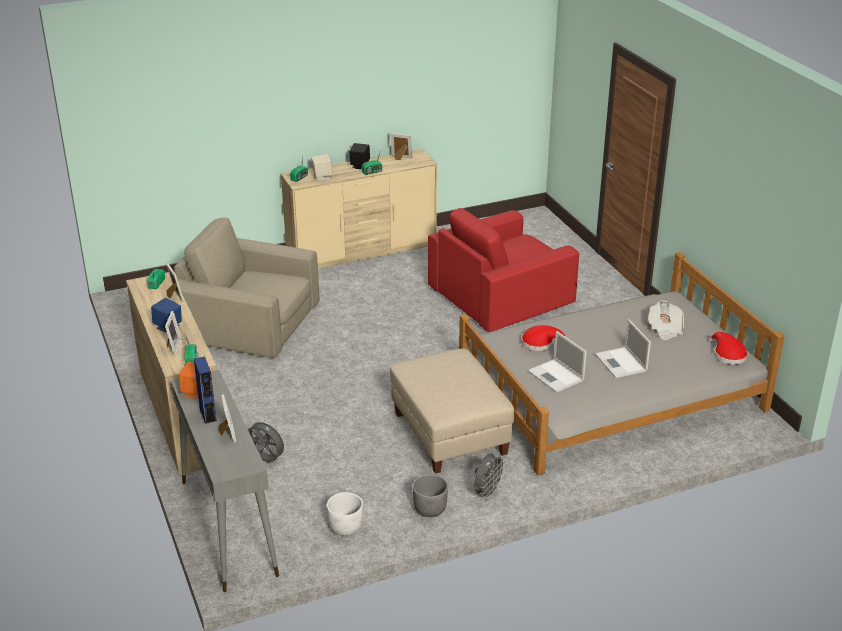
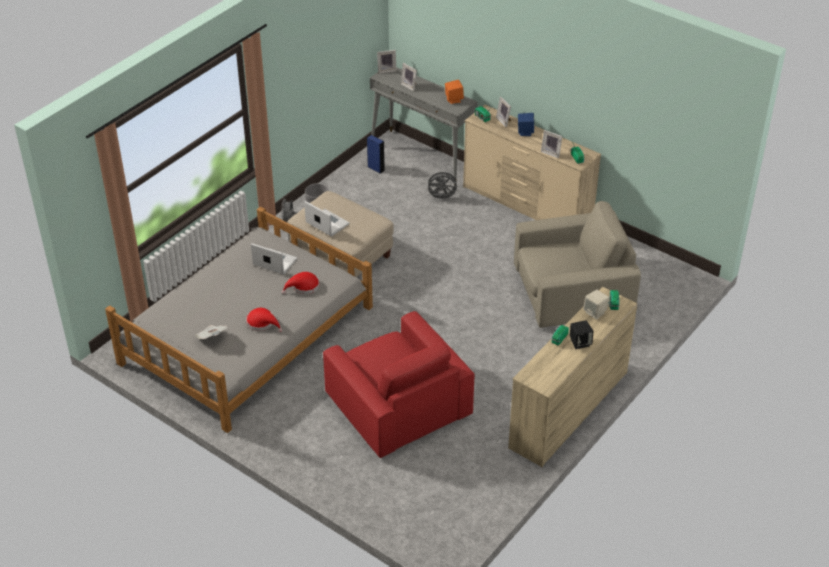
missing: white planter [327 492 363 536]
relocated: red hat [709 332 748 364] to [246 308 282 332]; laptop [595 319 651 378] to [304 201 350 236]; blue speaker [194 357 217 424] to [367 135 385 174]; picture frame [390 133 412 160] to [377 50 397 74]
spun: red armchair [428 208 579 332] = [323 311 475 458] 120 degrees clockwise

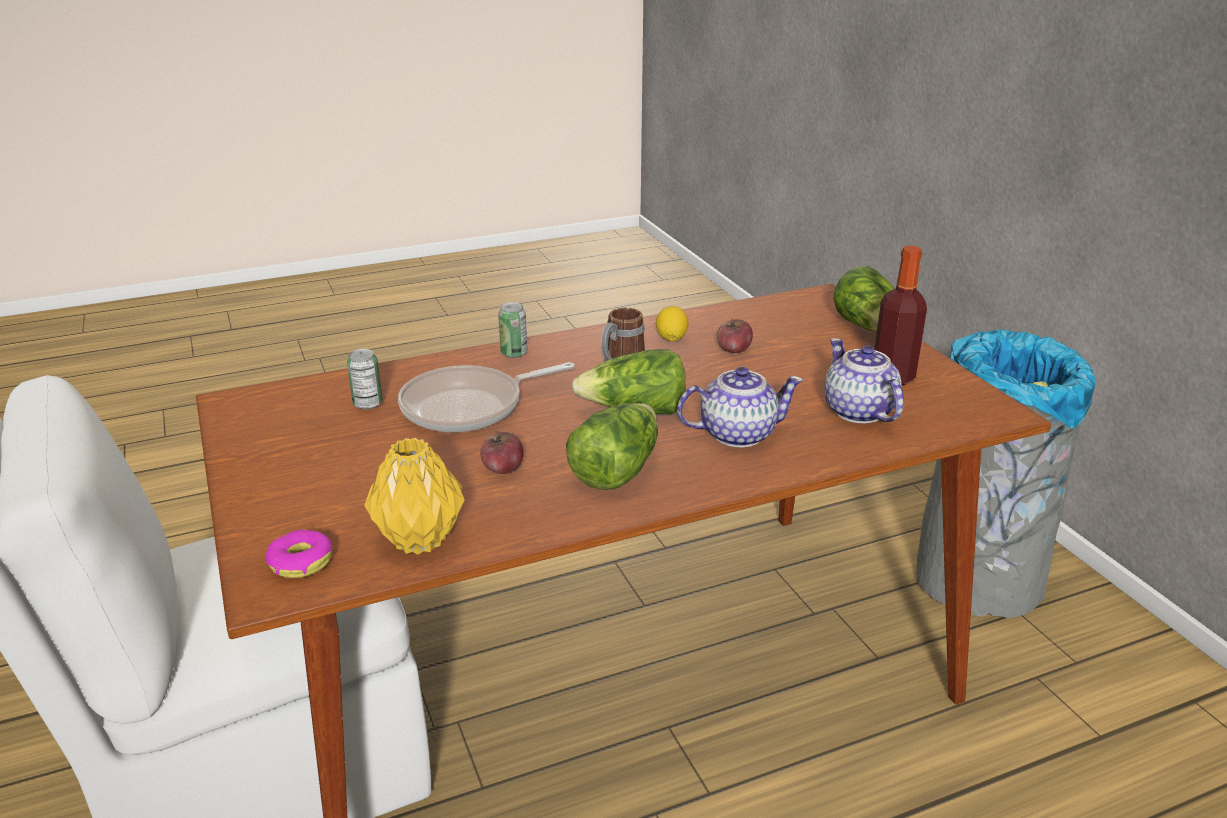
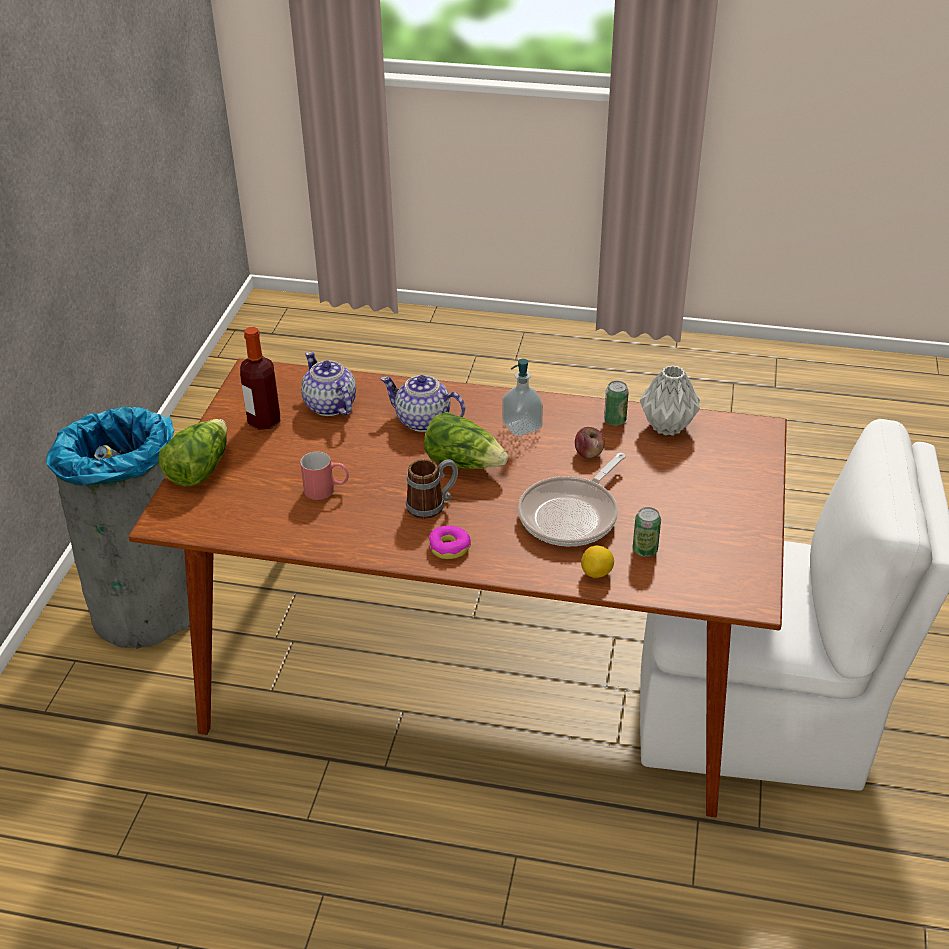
relocated: donut [266 530 332 578] to [428 526 471 559]; lemon [656 306 689 342] to [581 545 614 578]; can [498 302 527 358] to [604 381 629 426]
exchanged: apple [717 318 753 353] to red mug [300 451 349 500]; lettuce [566 403 658 490] to soap dispenser [502 359 543 437]
colour: yellow vase [364 438 465 555] to grey vase [640 365 700 436]
spun: teapot [824 338 904 423] = [301 351 356 416] 135 degrees clockwise; frying pan [398 362 574 432] = [518 453 626 546] 120 degrees clockwise

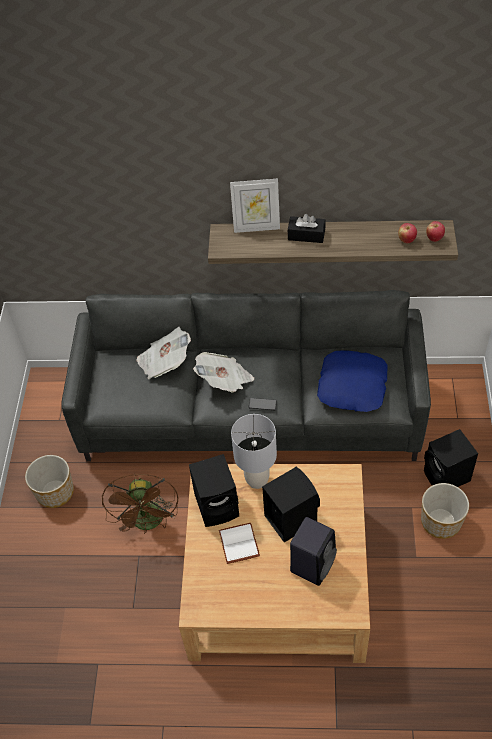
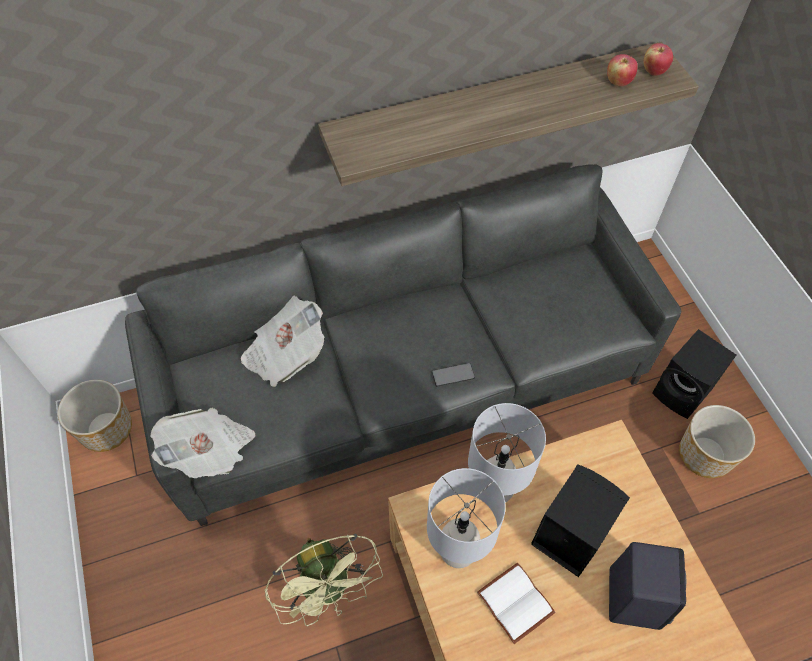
missing: picture frame [230 178 280 233]; black tissue box [288 214 326 243]; blue pillow [317 351 388 412]
relocated: planter [25 455 74 508] to [58 380 132 452]; newspaper [193 352 254 393] to [150 408 255 478]
exchanged: black speaker [189 454 239 527] to grey table lamp [427 468 506 568]
colour: brown fan [102 474 178 534] to green fan [265 534 383 626]

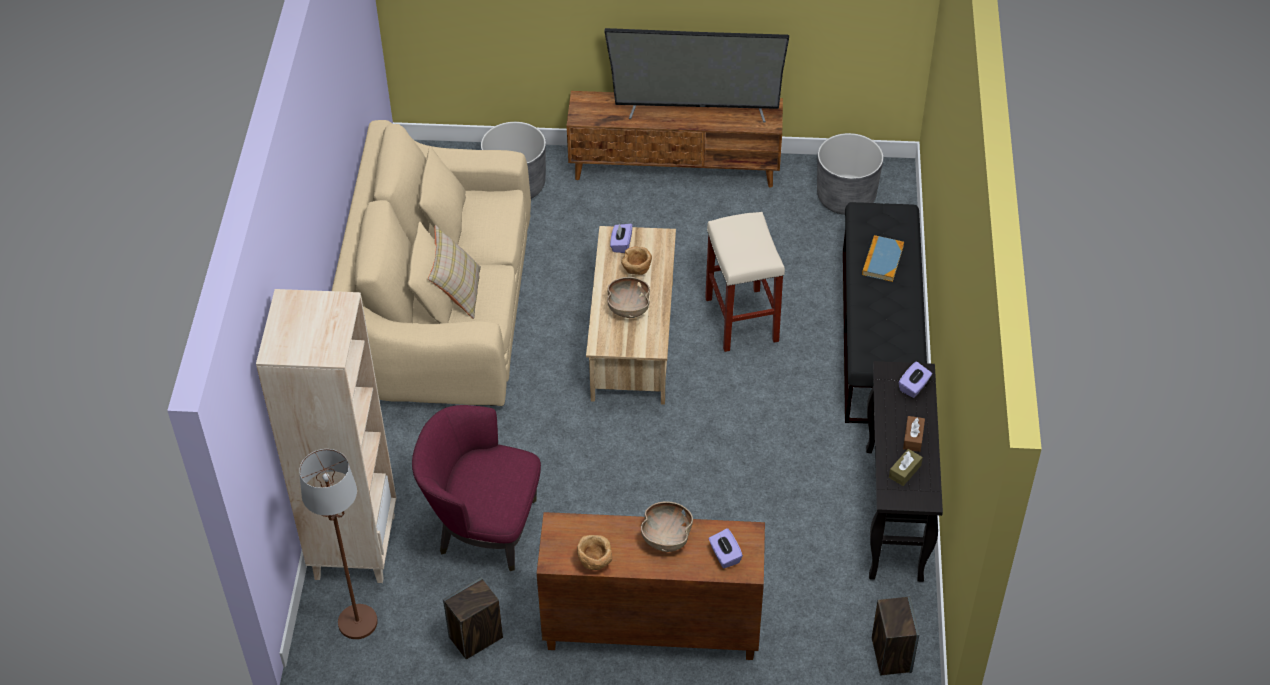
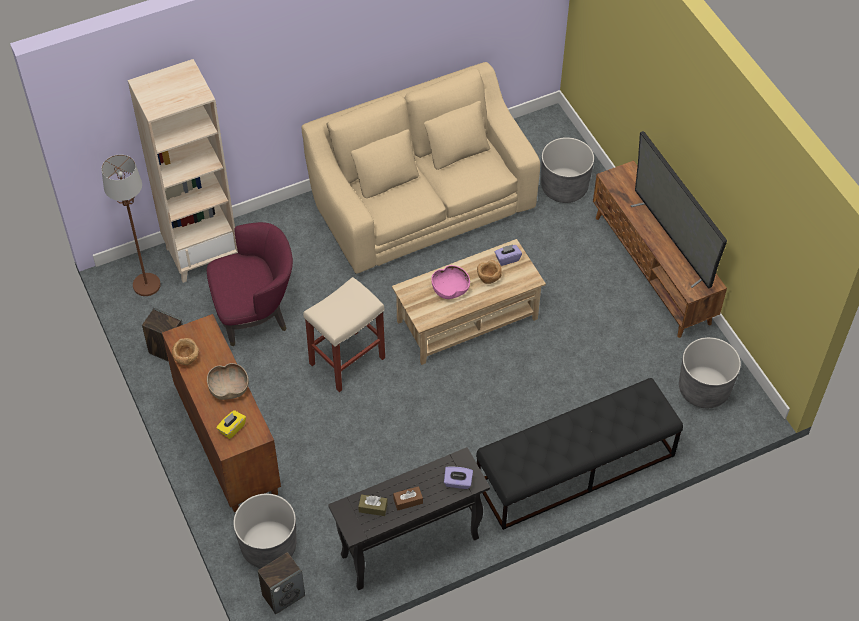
missing: beige pillow [428 225 481 319]; book [862 235 904 282]
appeared: grey planter [233 494 297 568]
relocated: beige stool [705 212 785 352] to [303 277 385 392]
colour: purple tissue box [709 528 743 568] to yellow tissue box [216 410 246 439]; brown bowl [607 277 650 318] to pink bowl [431 265 470 299]
spun: purple armchair [412 405 541 571] = [207 222 293 346] 90 degrees clockwise

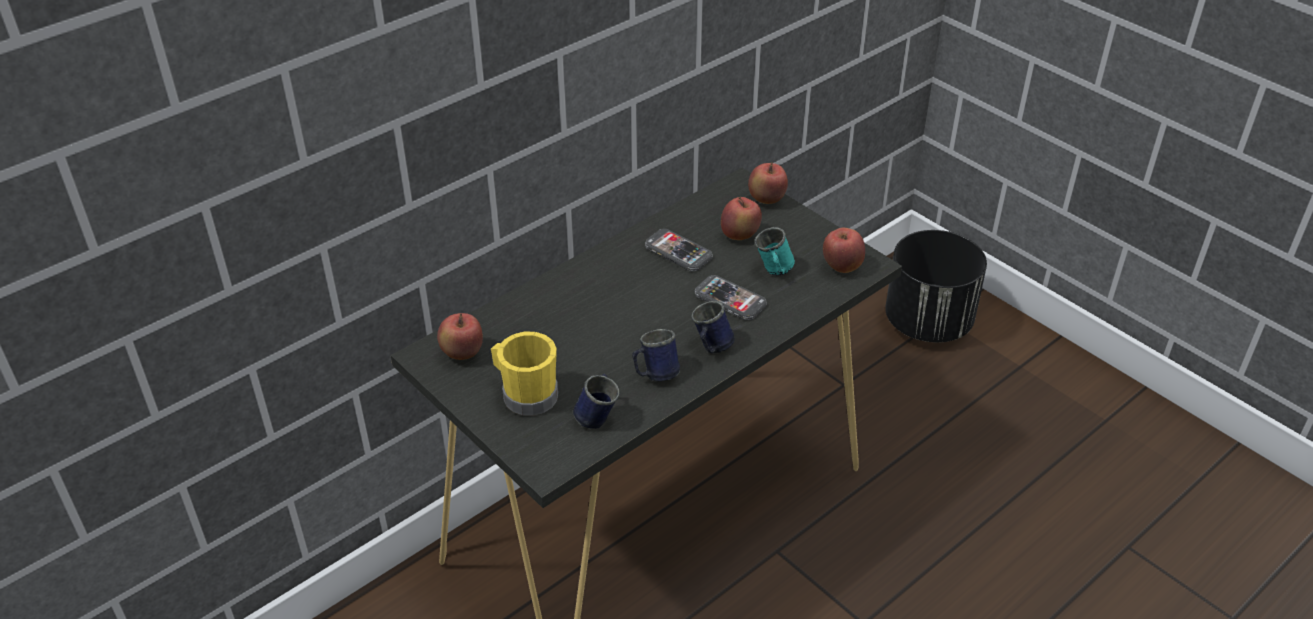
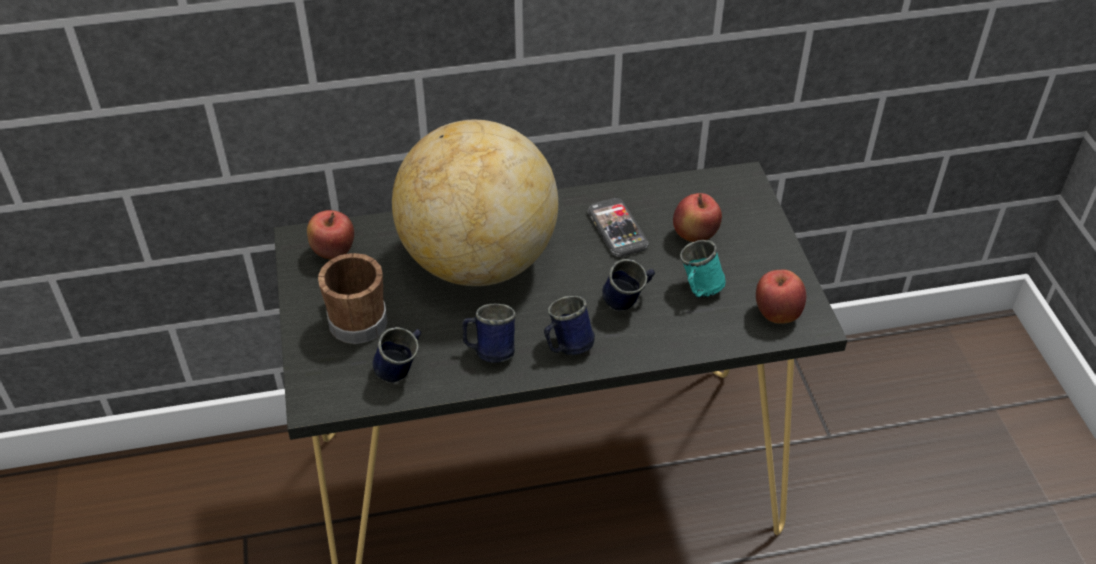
missing: apple [748 163 788 204]; black planter [885 230 987 342]
appeared: globe [392 120 558 286]
exchanged: phone [695 275 767 320] to blue mug [602 259 655 310]
colour: yellow mug [491 332 558 416] to brown mug [318 253 388 344]

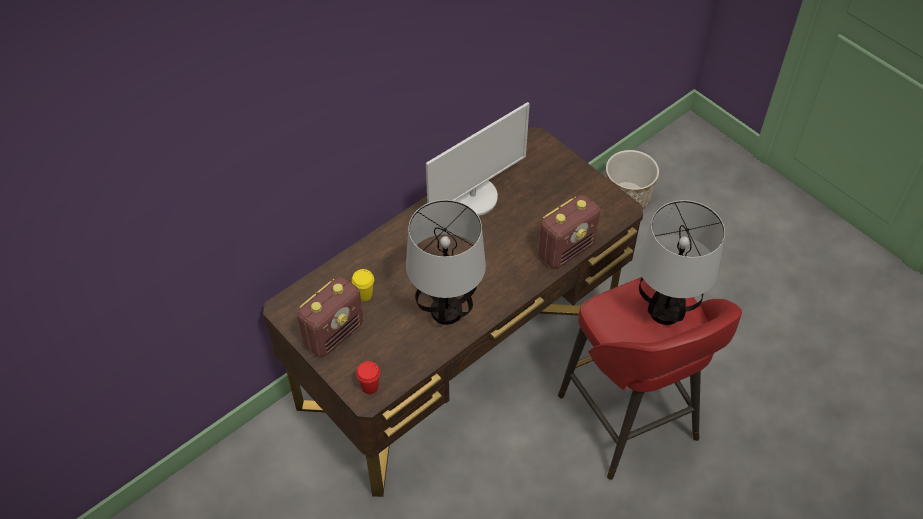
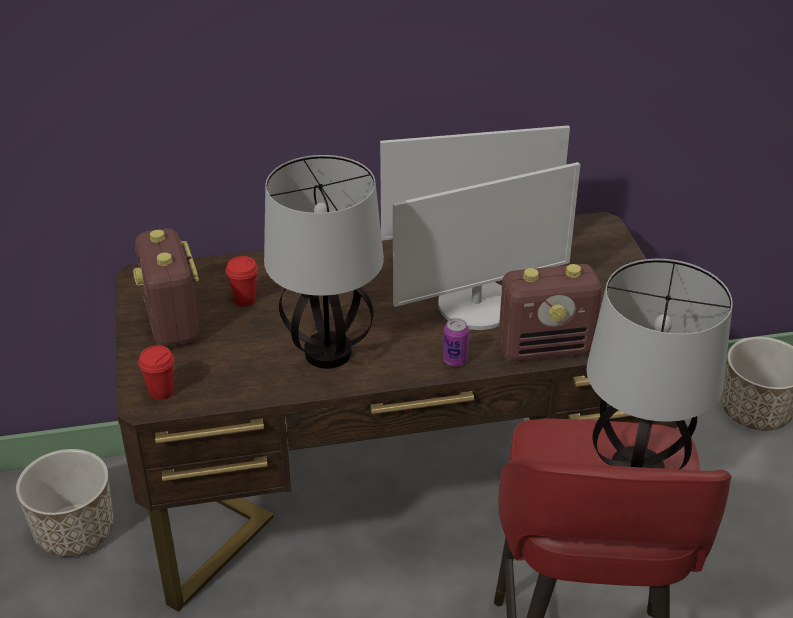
appeared: planter [16 449 114 556]; monitor [393 162 580 330]; can [443 318 469 367]
colour: yellow cup [352 269 374 301] to red cup [226 256 258 306]
spun: radio [297 277 363 357] = [133 228 199 347] 90 degrees clockwise

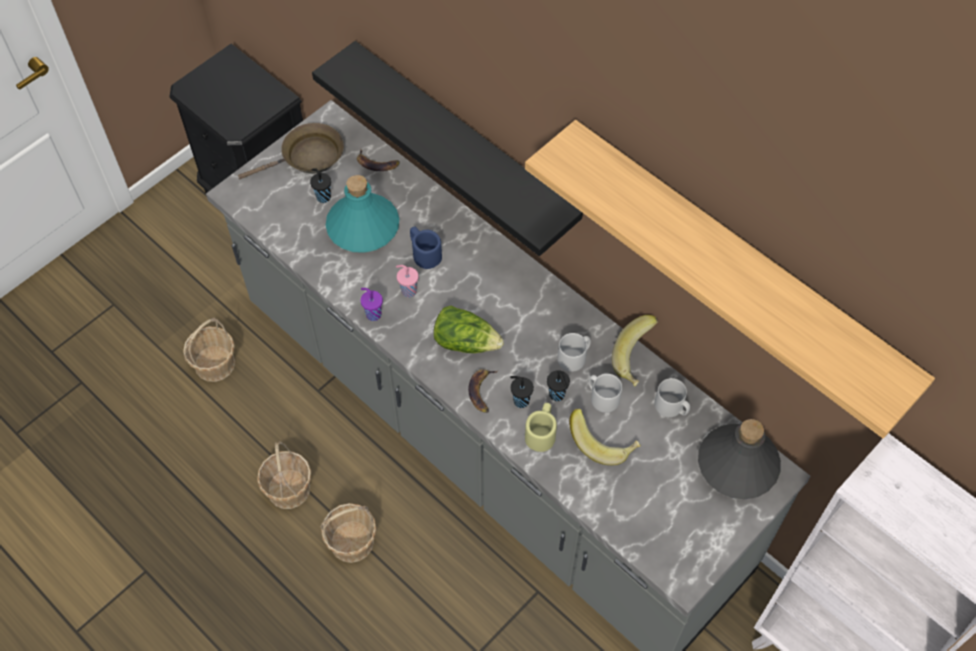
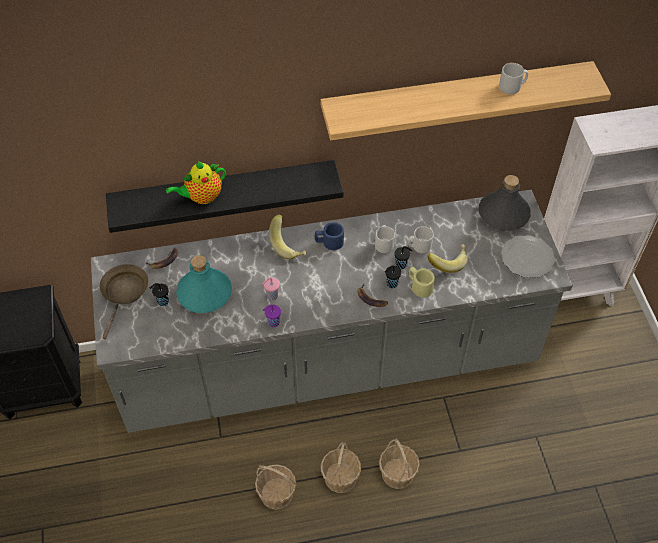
missing: lettuce [434 306 504 353]
appeared: teapot [166 162 226 204]; plate [501 235 555 278]
relocated: banana [612 315 658 386] to [269 214 306 259]; blue mug [410 227 442 269] to [315 222 344 250]; basket [183 318 235 382] to [379 438 420 489]; grey mug [655 378 690 417] to [499 63 528 94]

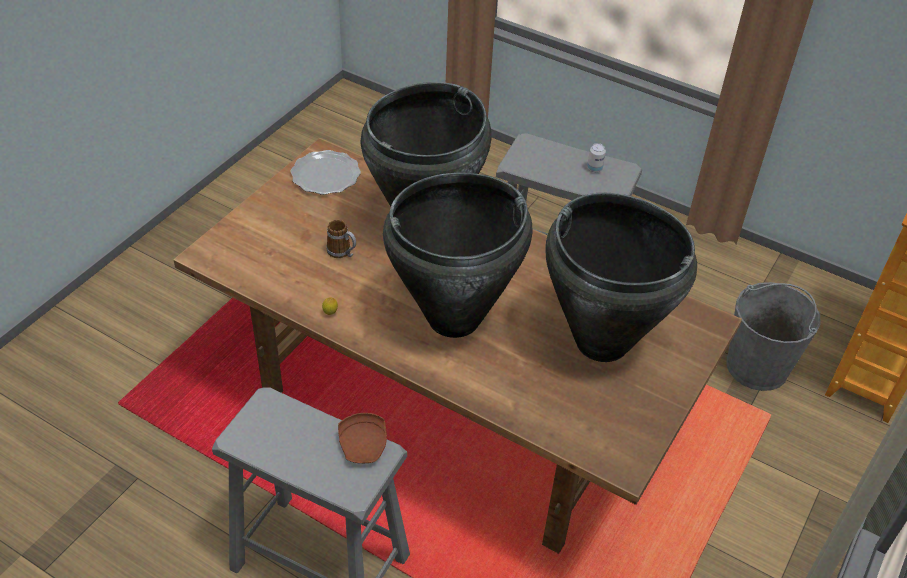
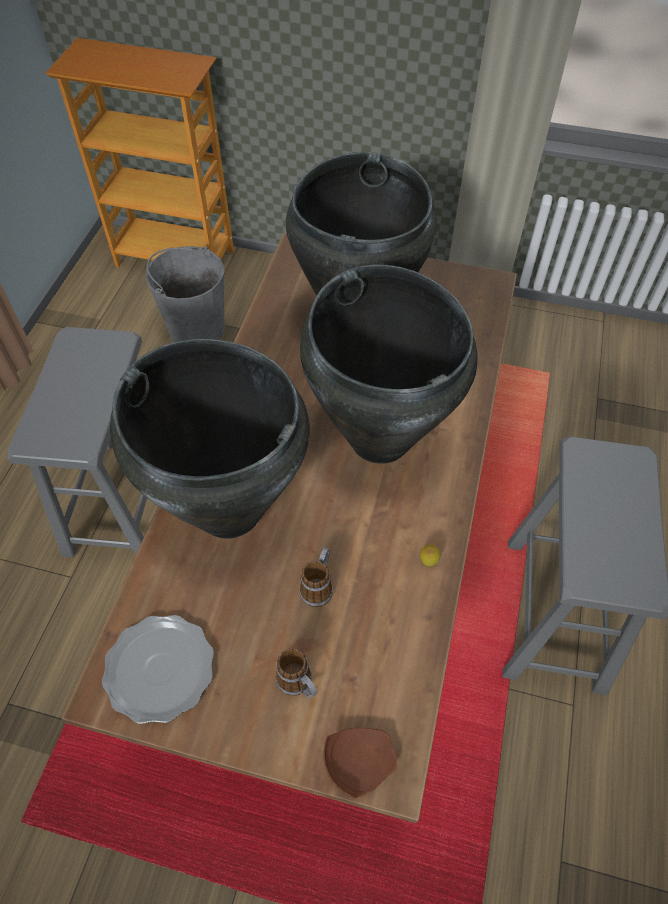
missing: can [587 143 606 172]
appeared: mug [276 648 317 699]
relocated: brown plate [338 413 387 463] to [323 728 397 798]

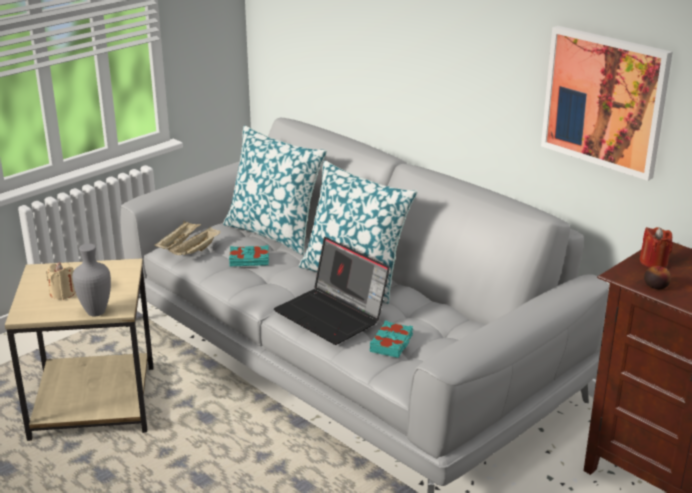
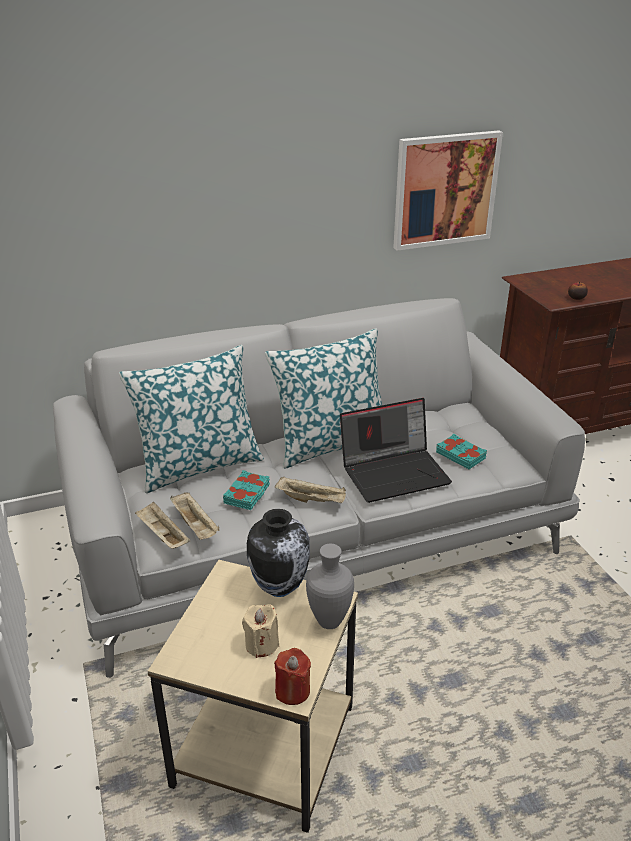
appeared: vase [247 509 310 597]; beige tray [275 477 346 503]
relocated: red candle [640 227 673 268] to [274 648 311 705]

